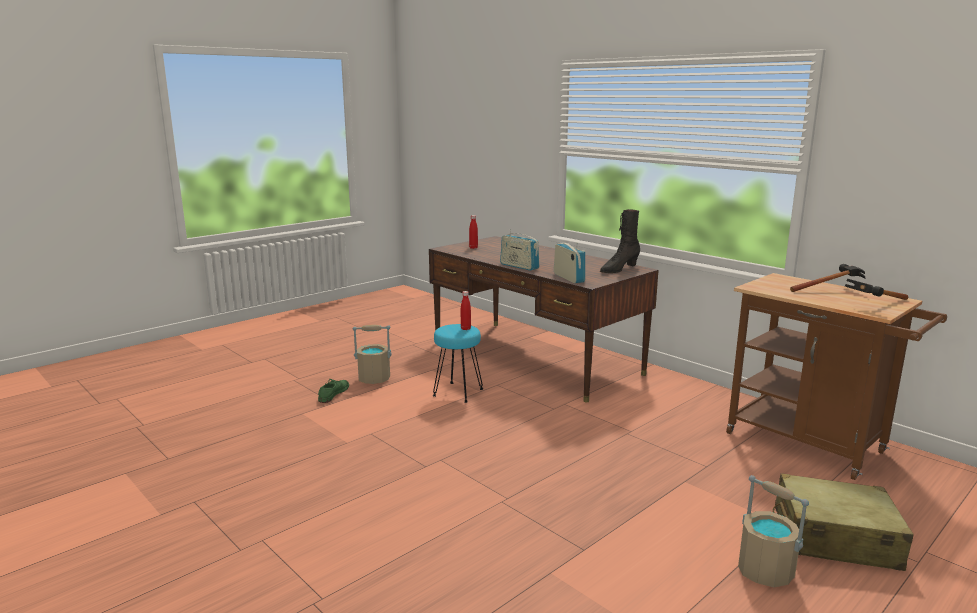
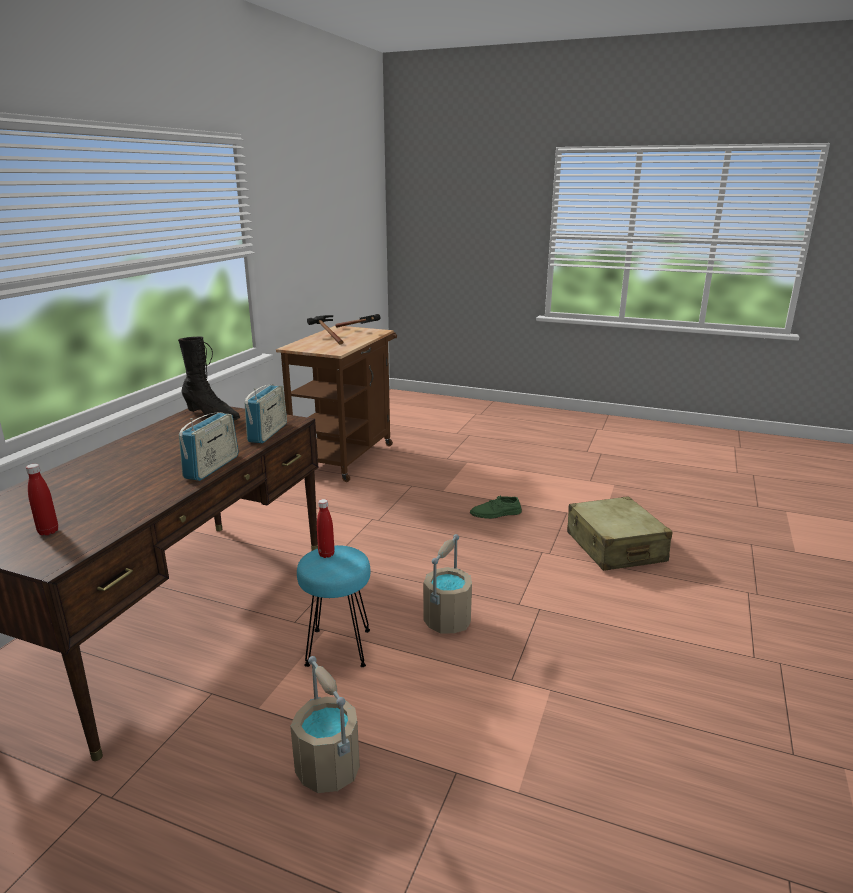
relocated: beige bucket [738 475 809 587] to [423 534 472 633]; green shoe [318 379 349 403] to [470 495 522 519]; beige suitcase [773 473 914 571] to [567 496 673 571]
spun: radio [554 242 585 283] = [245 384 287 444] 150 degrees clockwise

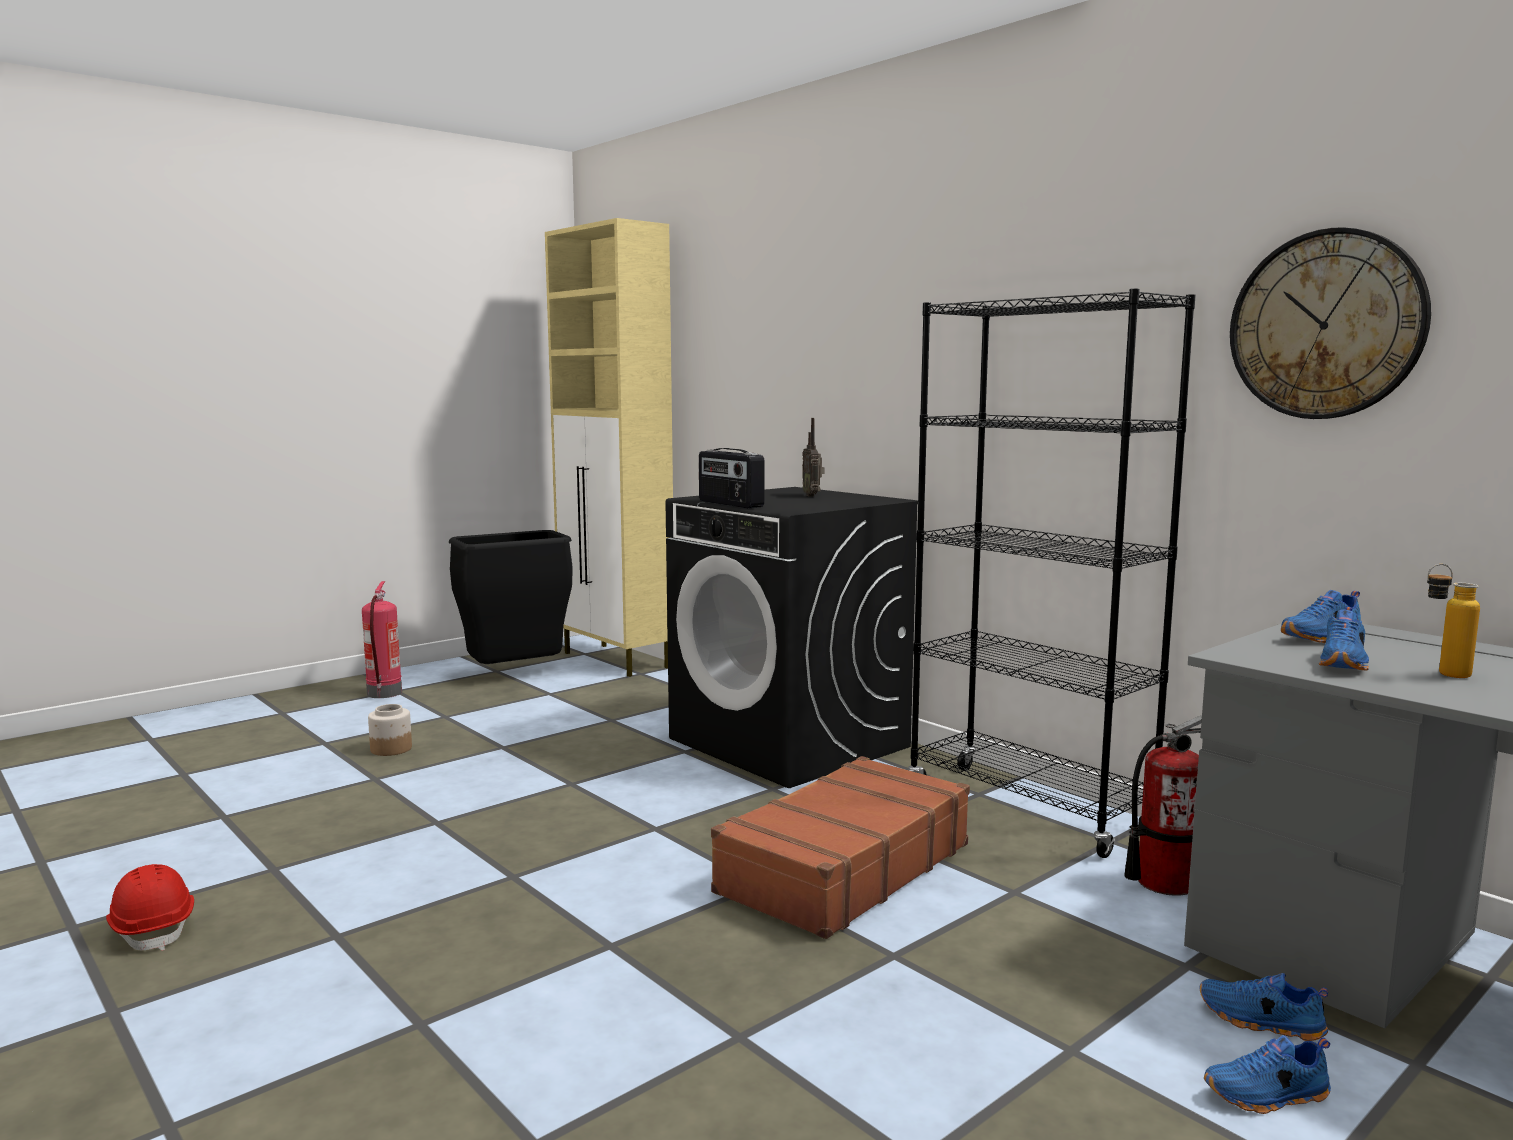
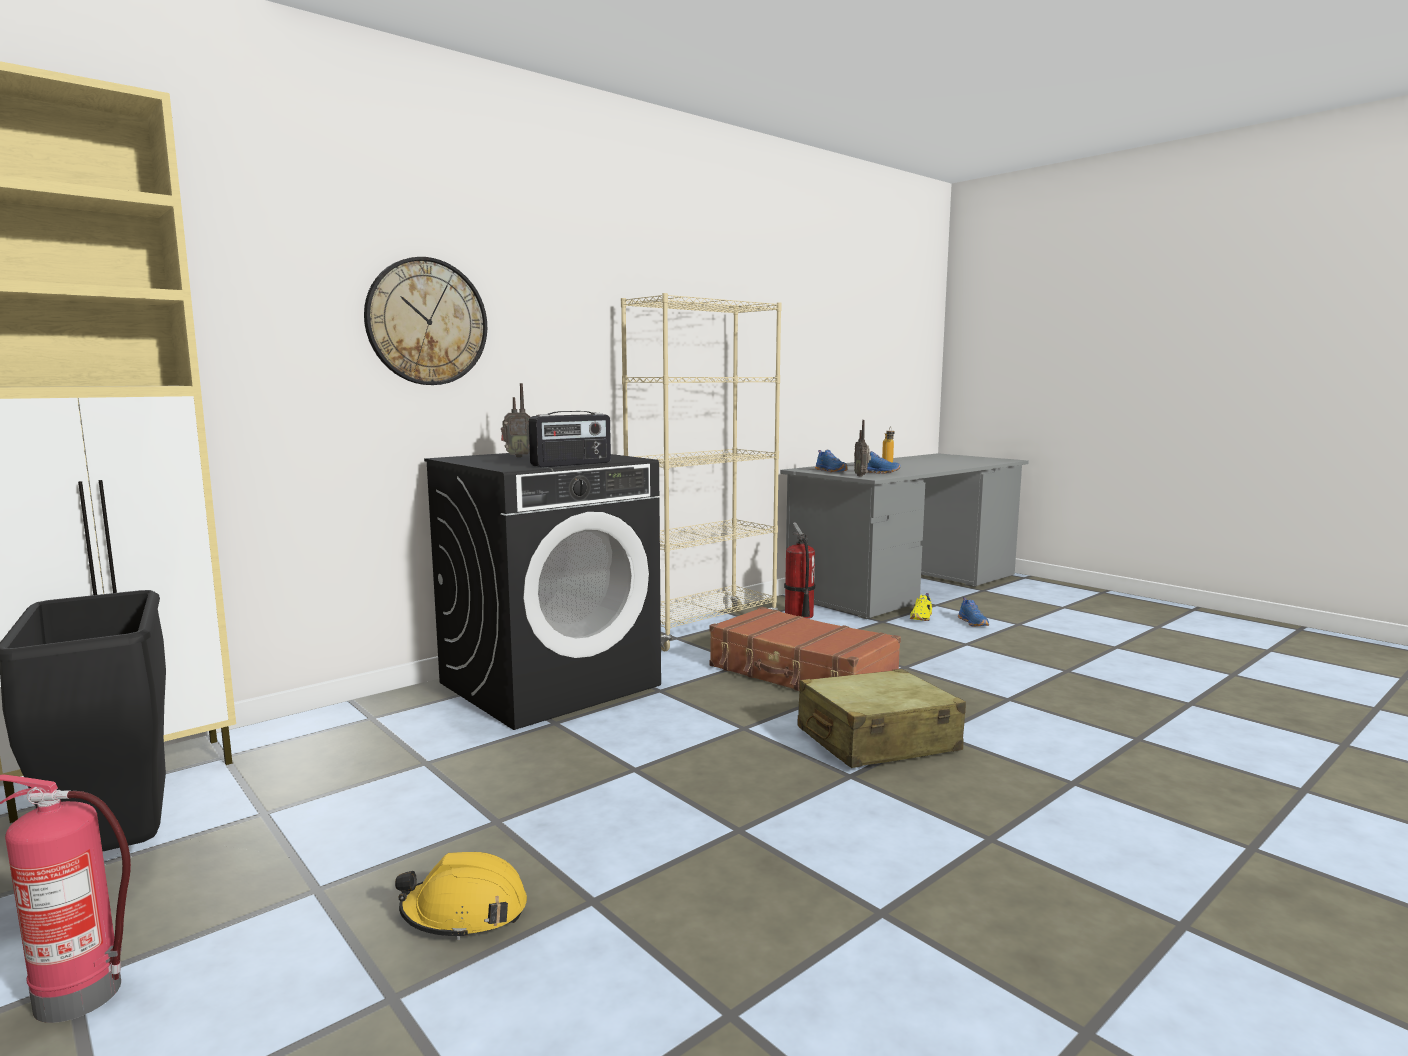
missing: red hard hat [106 864 194 951]
appeared: beige suitcase [798 669 966 768]; radio [854 420 871 476]
relocated: wall clock [1230 227 1431 419] to [364 257 487 385]
exchanged: jar [368 704 412 756] to yellow hard hat [395 852 527 940]
colour: black bookcase [908 289 1196 858] to beige bookcase [621 293 782 651]; blue shoe [1199 973 1328 1041] to yellow shoe [910 593 932 621]

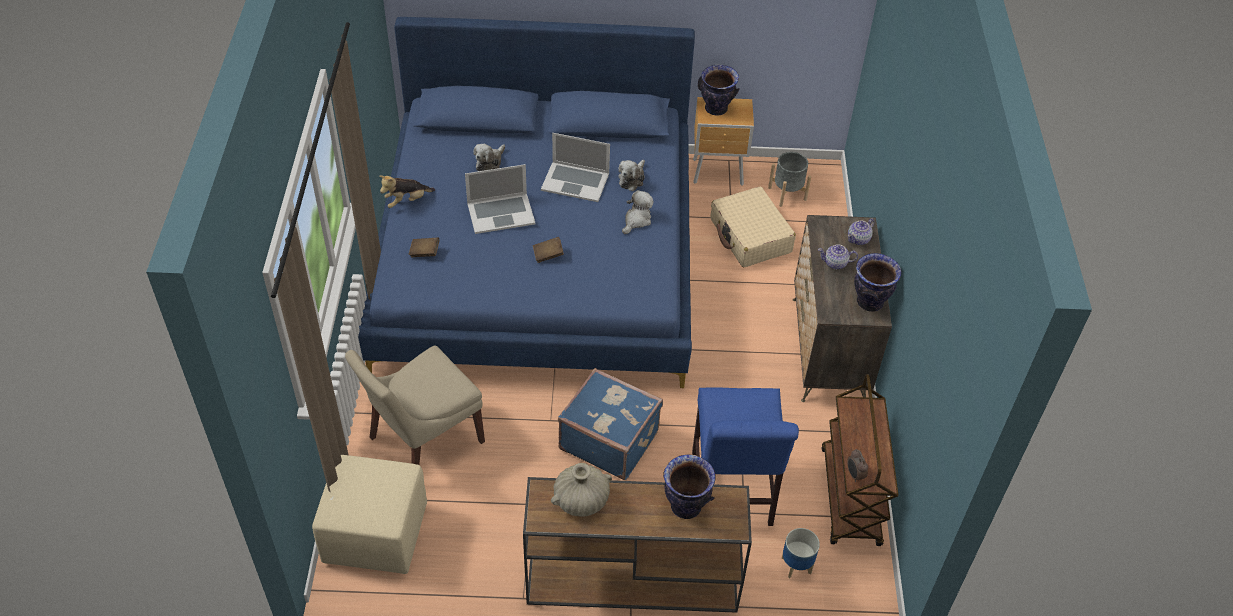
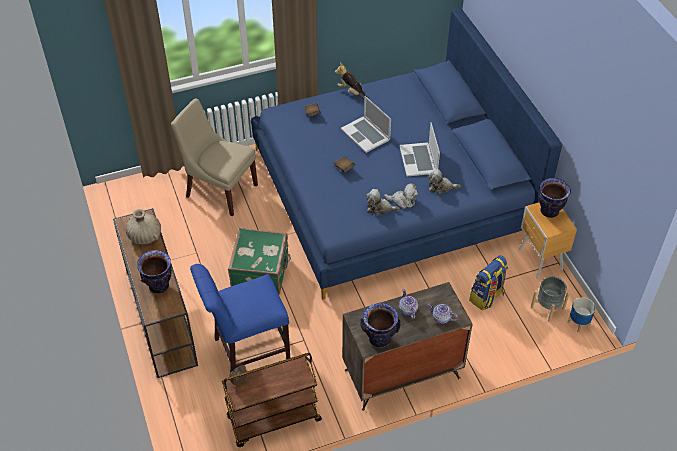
missing: beige ottoman [312 455 427 574]
relocated: plush toy [473 144 505 171] to [366 189 400 215]; planter [782 528 820 578] to [568 297 596 333]
exchanged: beige suitcase [711 187 796 267] to backpack [469 255 508 311]
colour: blue suitcase [558 368 663 480] to green suitcase [228 228 291 295]

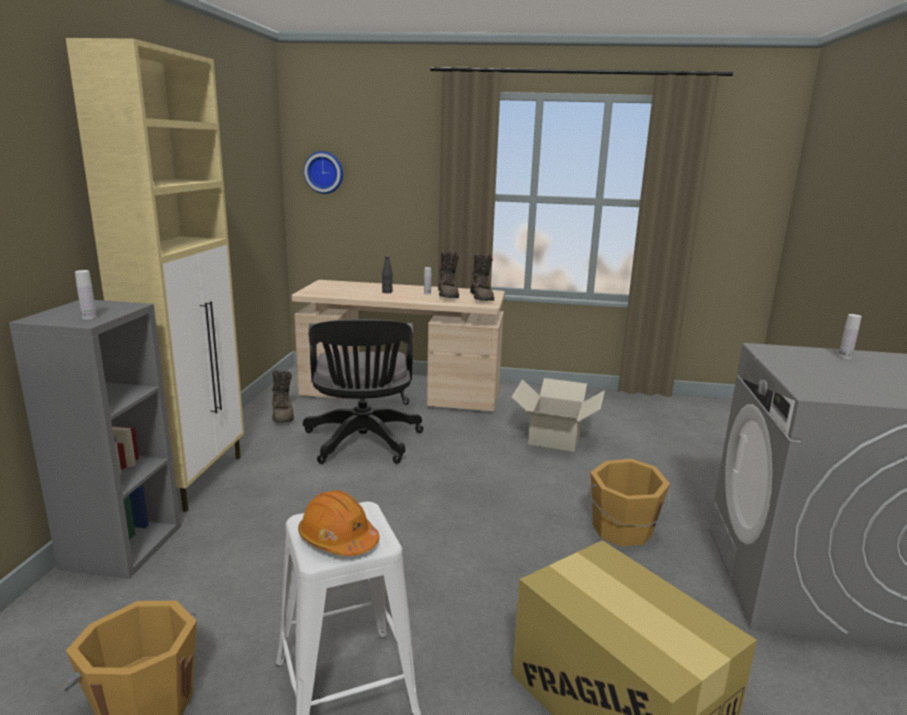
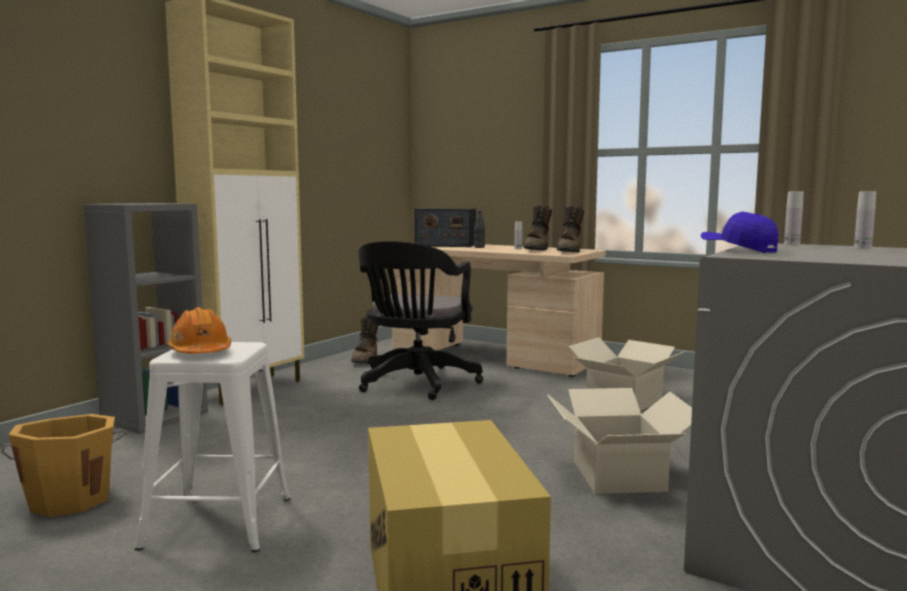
missing: wall clock [304 151 343 194]
appeared: radio [414 208 476 247]; blue cap [701 211 778 253]
relocated: white bottle [75 270 97 320] to [784 192 804 245]
exchanged: orange bucket [588 459 670 546] to cardboard box [547 388 692 494]

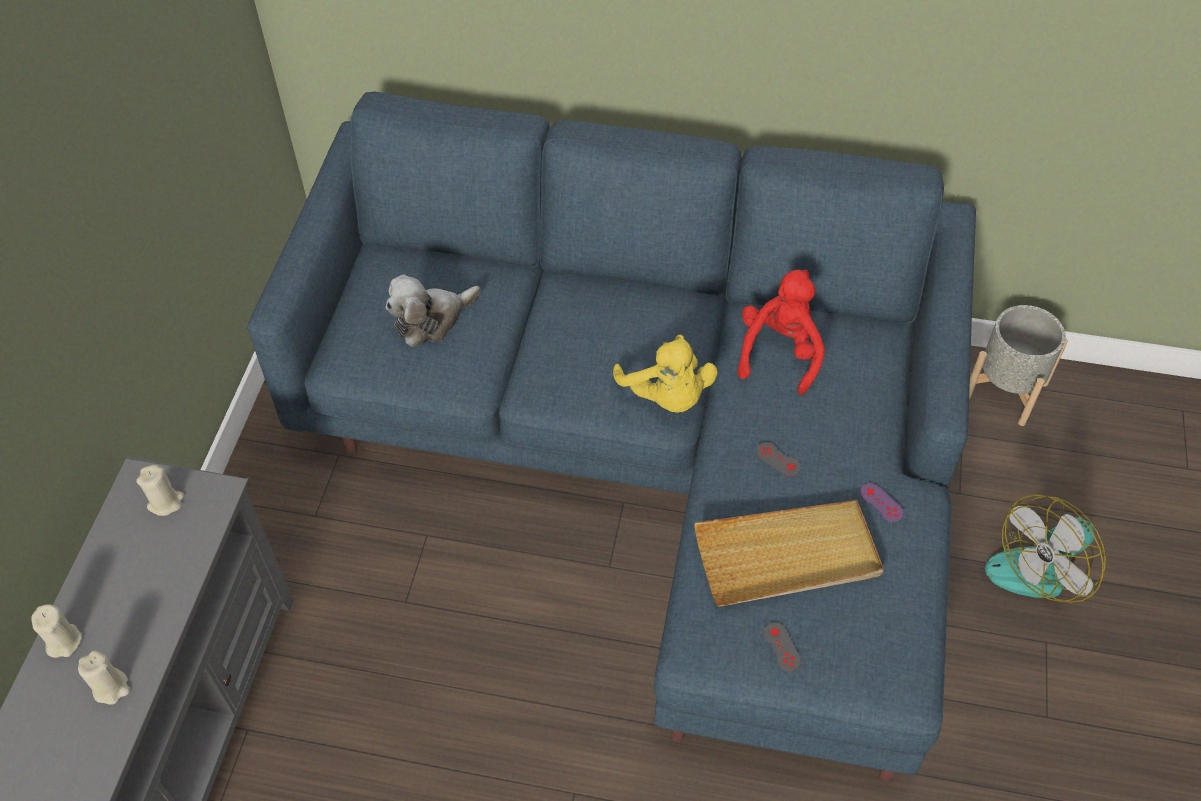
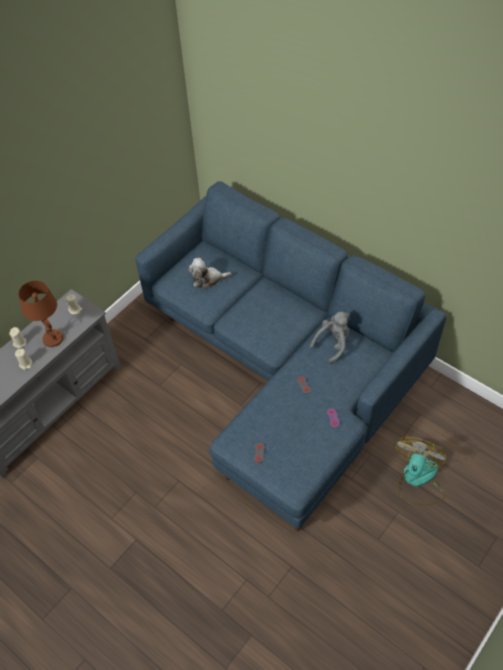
missing: yellow plush toy [613 335 718 413]; beige tray [694 500 884 607]; grey planter [969 305 1068 426]
appeared: brown table lamp [18 280 63 347]
colour: red plush toy [737 270 825 395] to grey plush toy [310 312 350 364]
spun: fan [985 494 1106 603] = [395 437 446 505] 120 degrees clockwise

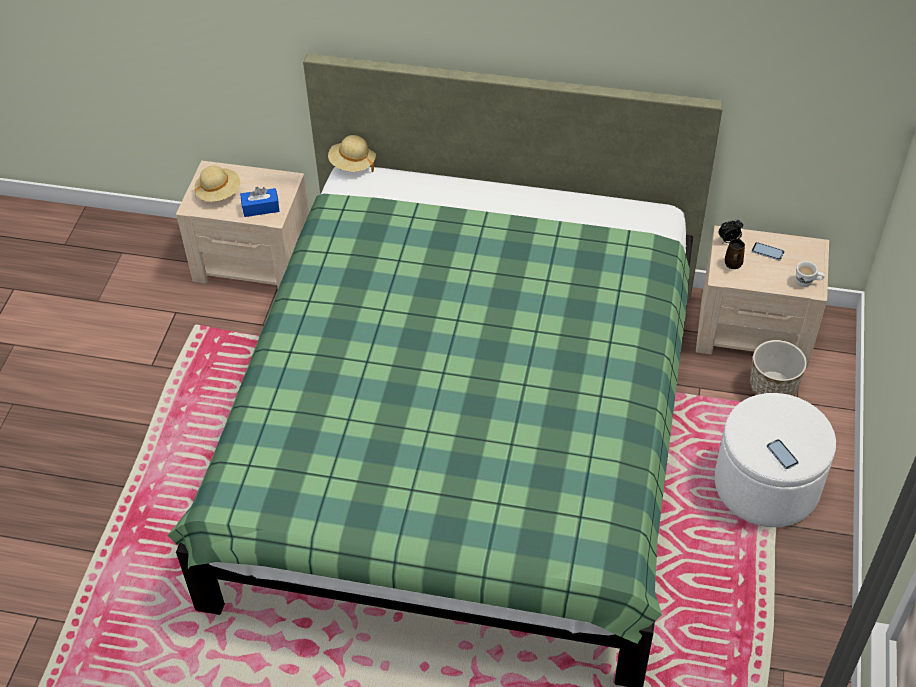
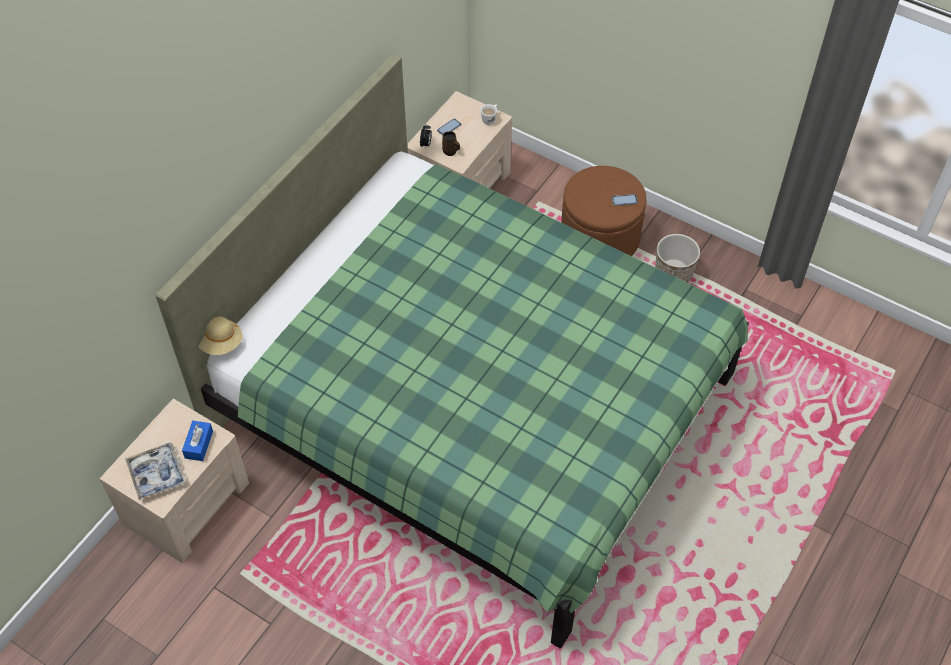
relocated: planter [750 340 807 396] to [655 234 700 282]
exchanged: beige hat [195 166 240 202] to tray [125 442 187 500]
colour: white ottoman [714 393 836 527] to brown ottoman [561 166 647 256]

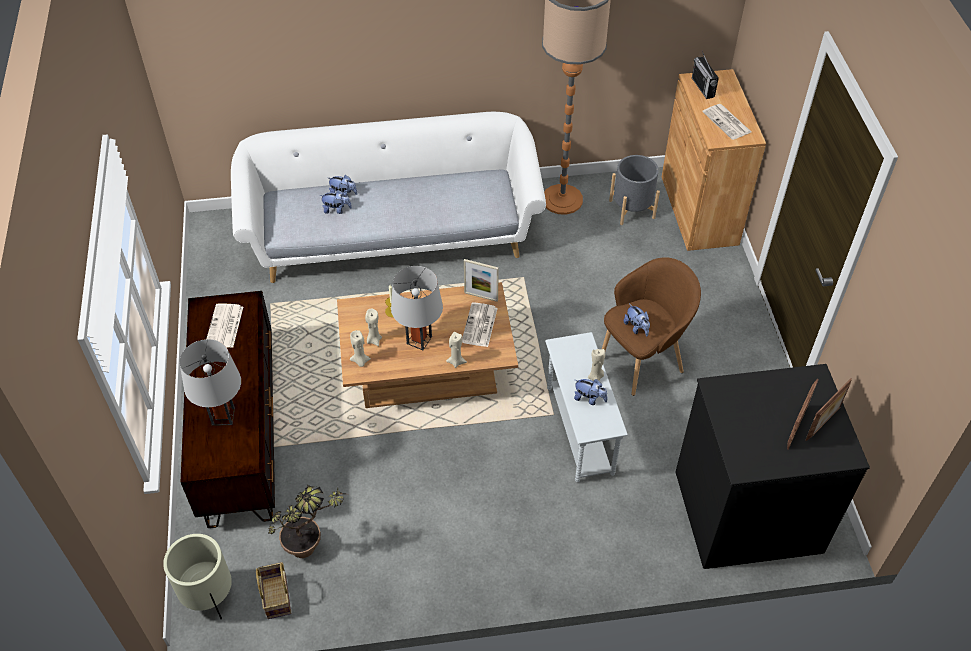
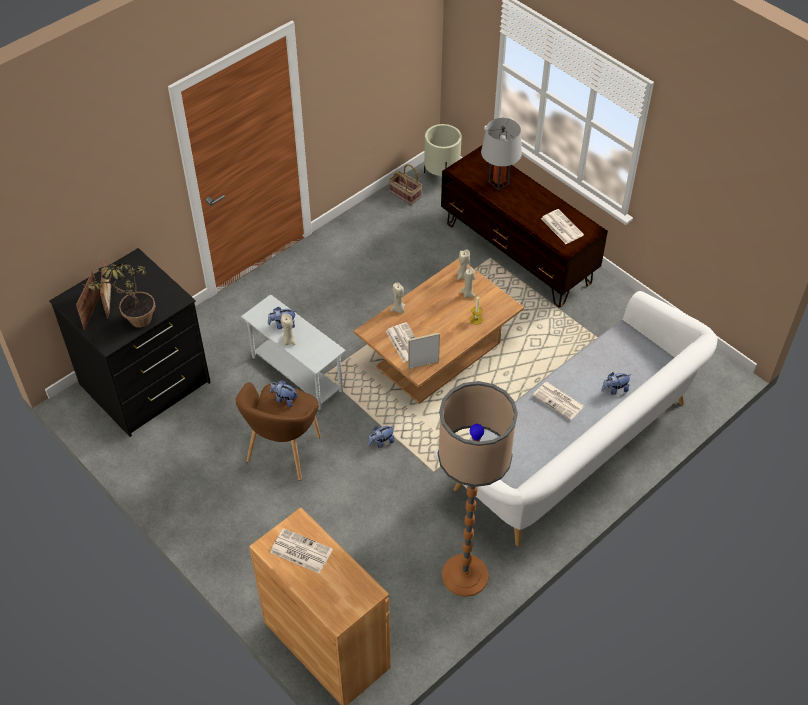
missing: grey table lamp [391 266 443 350]; grey planter [609 155 660 225]; radio [692 52 719 99]
appeared: newspaper [533 382 584 420]
relocated: potted plant [269 485 344 558] to [82 263 155 328]; plush toy [320 190 352 214] to [368 426 394 448]

